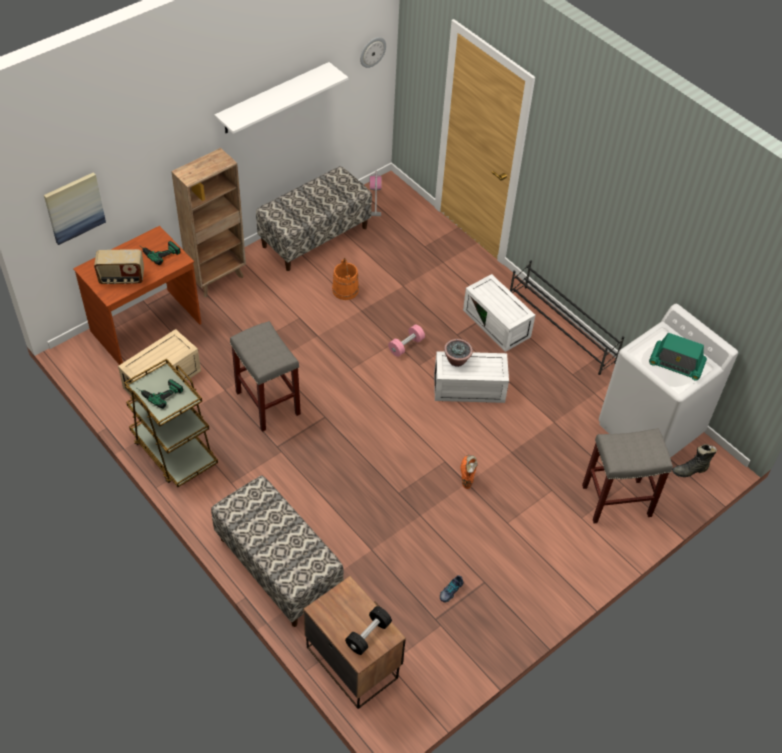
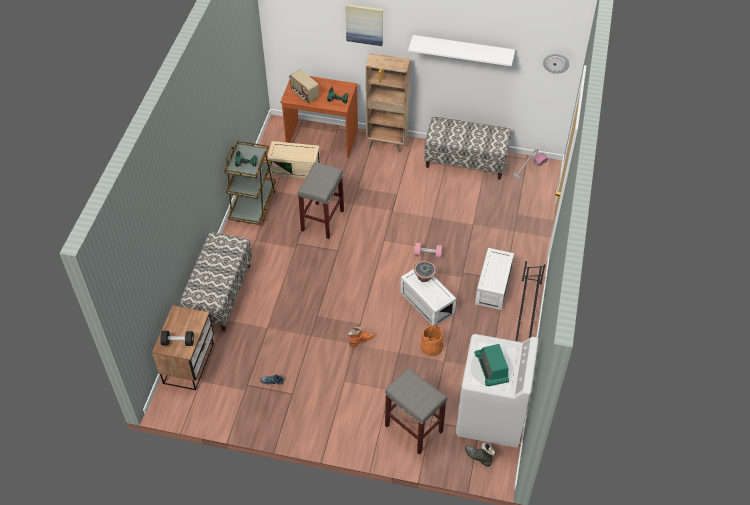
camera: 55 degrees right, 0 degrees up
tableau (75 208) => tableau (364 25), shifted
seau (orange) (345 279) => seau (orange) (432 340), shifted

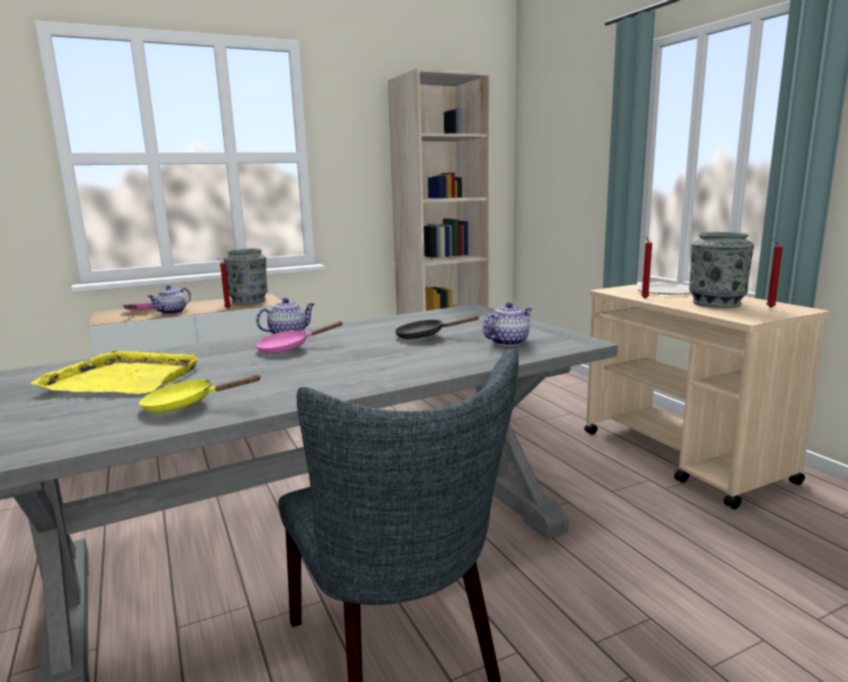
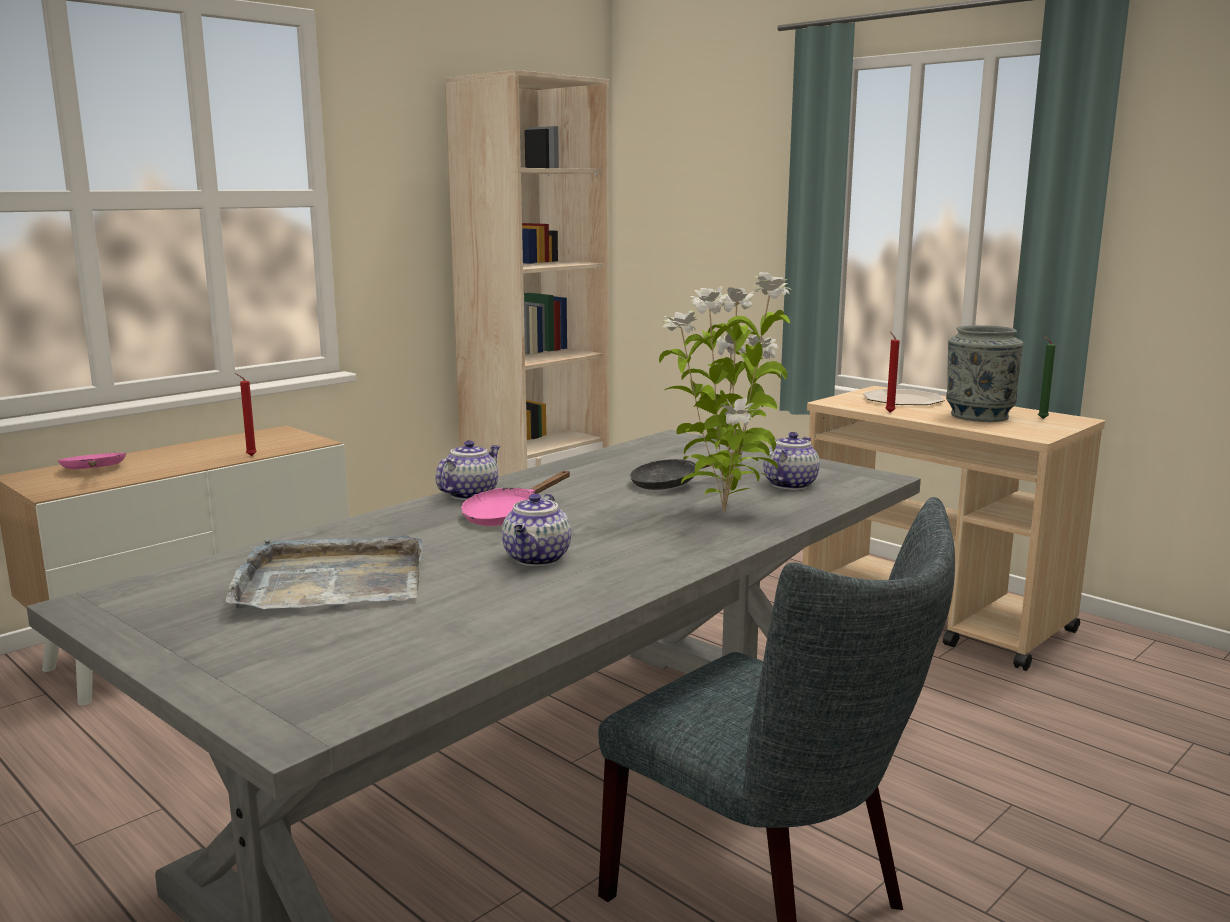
camera: 20 degrees left, 0 degrees up
plateau (jaune) (115 371) => plateau (gris) (324 572)
poêle (jaune) (200 394) => nothing
théière (169 299) => théière (536 529), shifted
vase (gris) (245 276) => nothing
bougie (rouge) (774 273) => bougie (vert) (1047 377)
nothing => plante en pot (724 392)

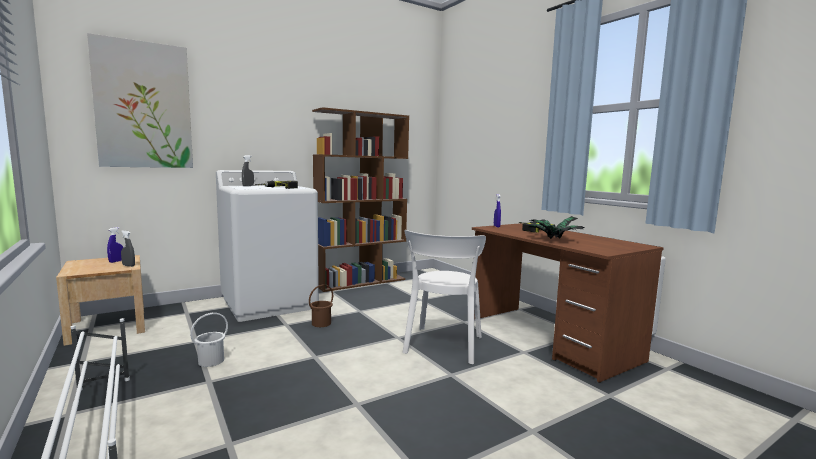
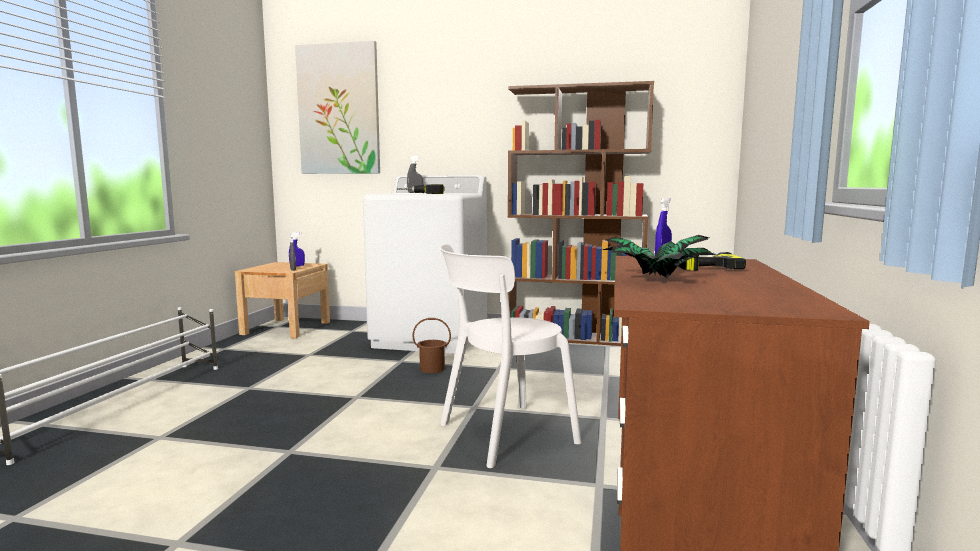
camera: 45 degrees right, 0 degrees up
seau (blanc) (209 340) => nothing

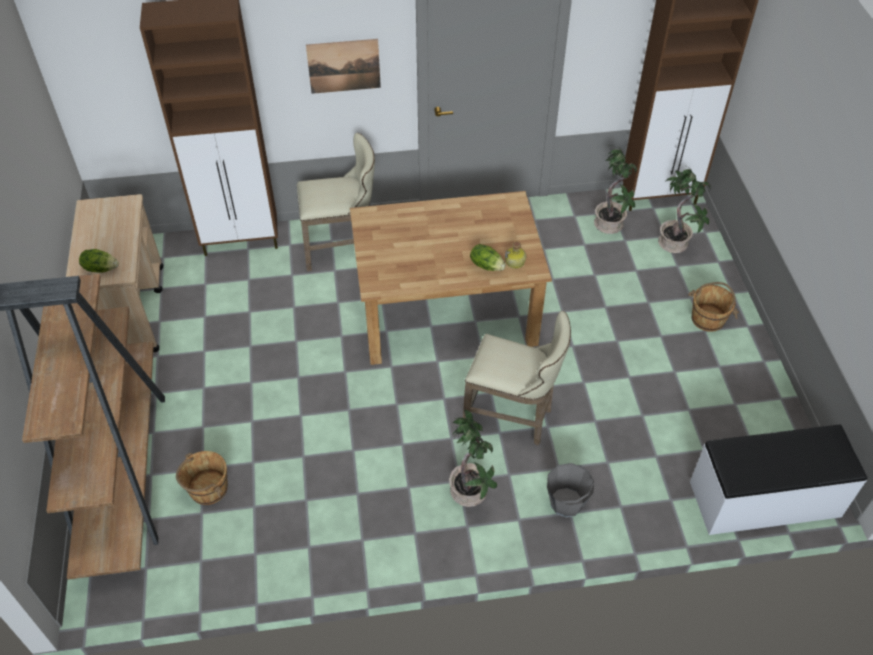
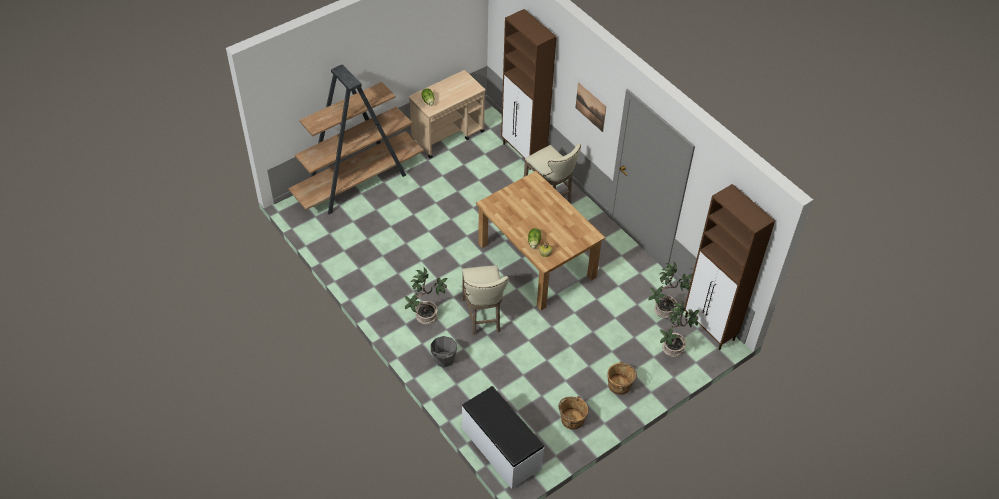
camera: 60 degrees right, 0 degrees up
seau (marron) (202 478) => seau (marron) (573 413), shifted

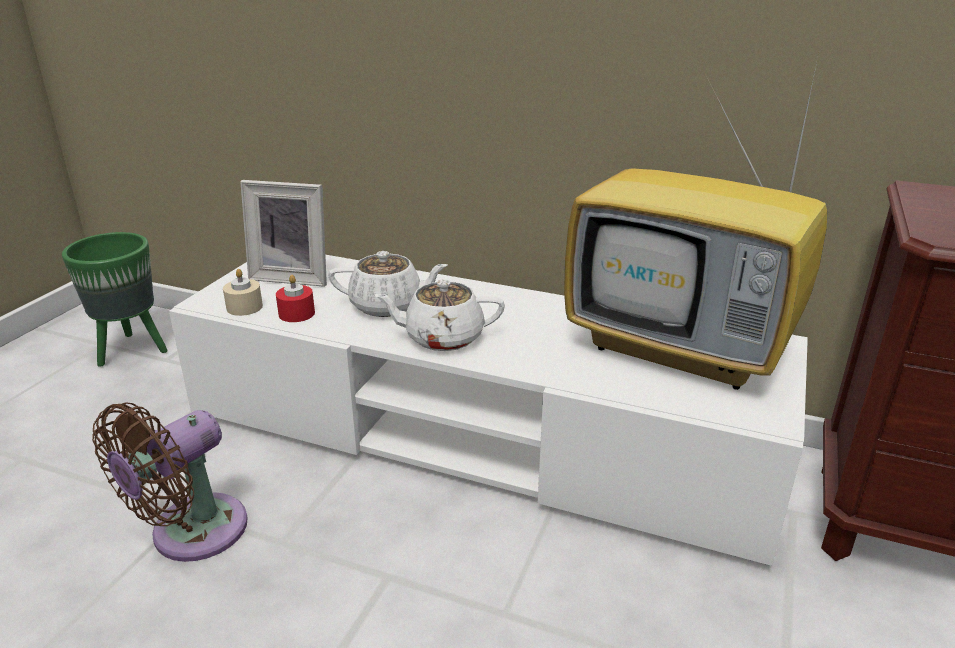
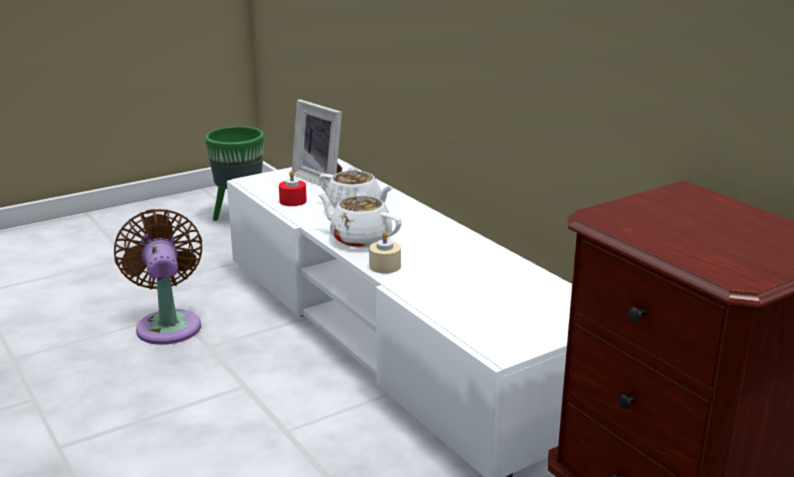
camera: 35 degrees right, 5 degrees down
ventilateur (marron) (170 482) => ventilateur (marron) (158 277), 90 degrees clockwise
bougie (beige) (243 292) => bougie (beige) (385 252), shifted
téléviseur (695 221) => nothing

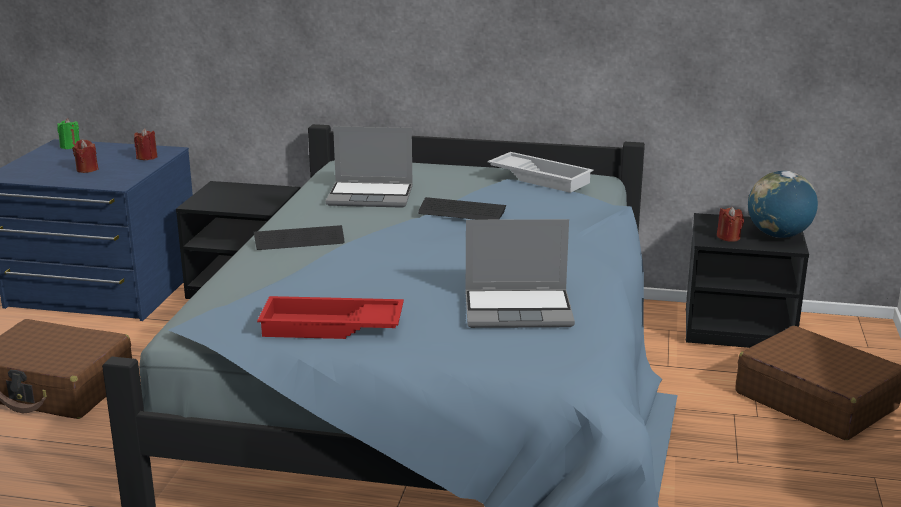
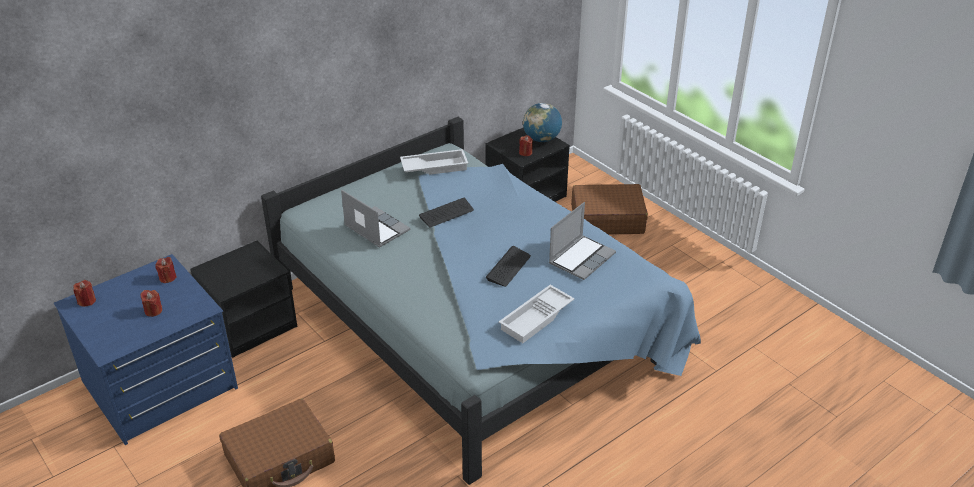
camera: 50 degrees left, 15 degrees up
bougie (vert) (68 133) => bougie (rouge) (84 293)
clavier (299 237) => clavier (508 266), shifted
plateau (rouge) (330 317) => plateau (blanc) (537 314)
ordinateur portable (369 167) => ordinateur portable (375 219), 90 degrees counterclockwise

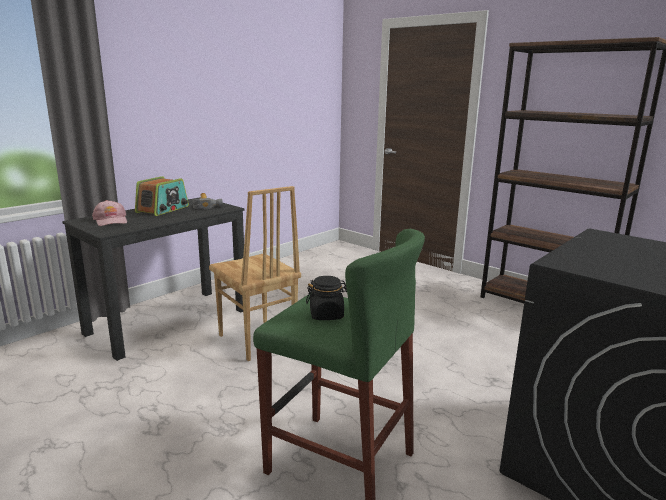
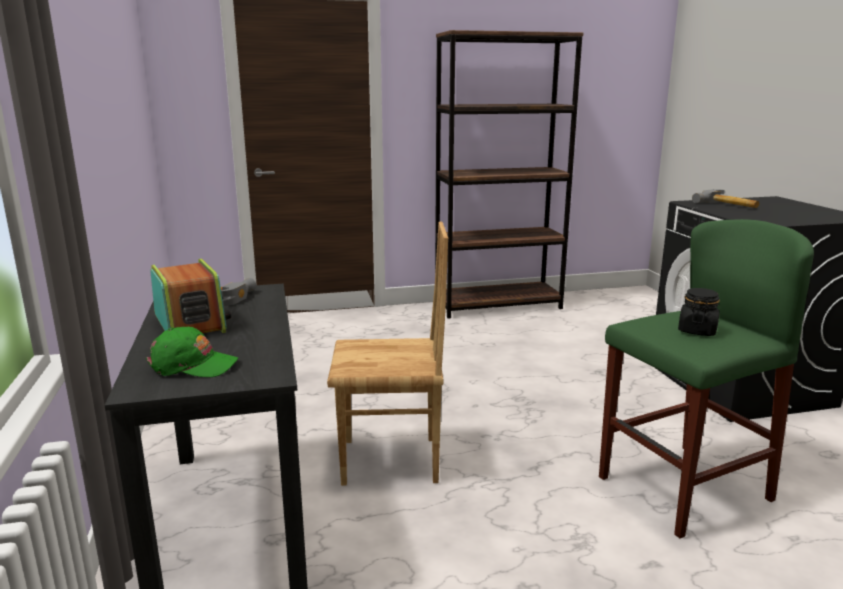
camera: 55 degrees left, 0 degrees up
casquette (rose) (109 213) => casquette (vert) (192 352)
nothing => marteau (726 198)

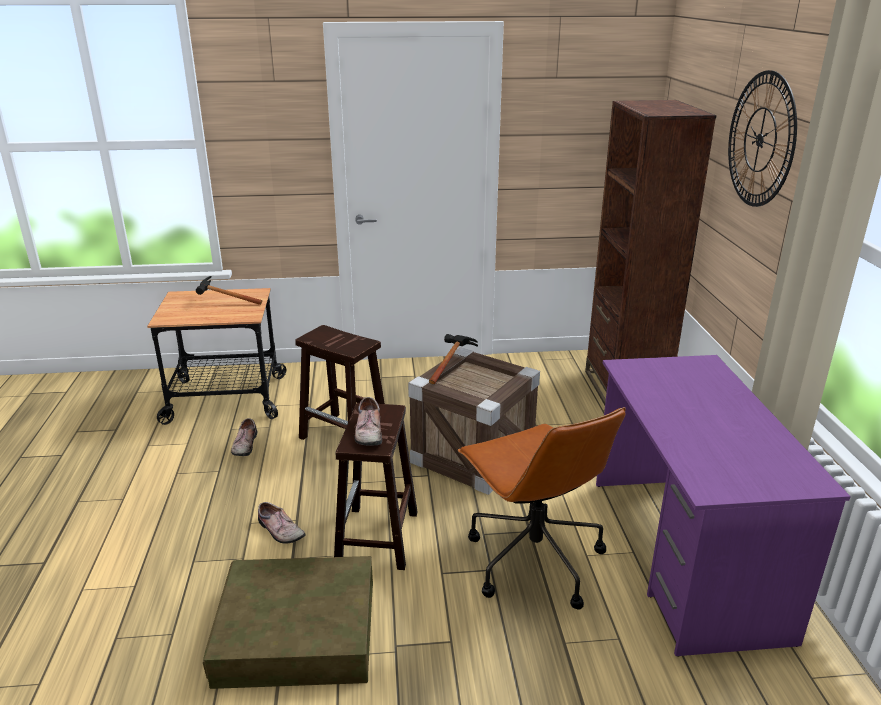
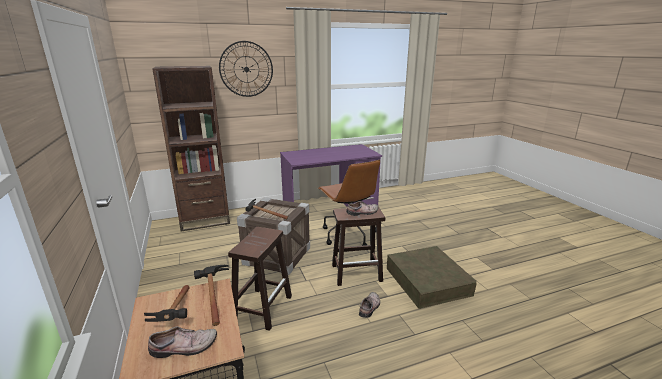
camera: 105 degrees left, 5 degrees down
chaussure (244 437) => chaussure (182 342), shifted
chaise de bureau (marron) (542 508) => chaise de bureau (marron) (349 203), 105 degrees clockwise
nothing => marteau (211 295)

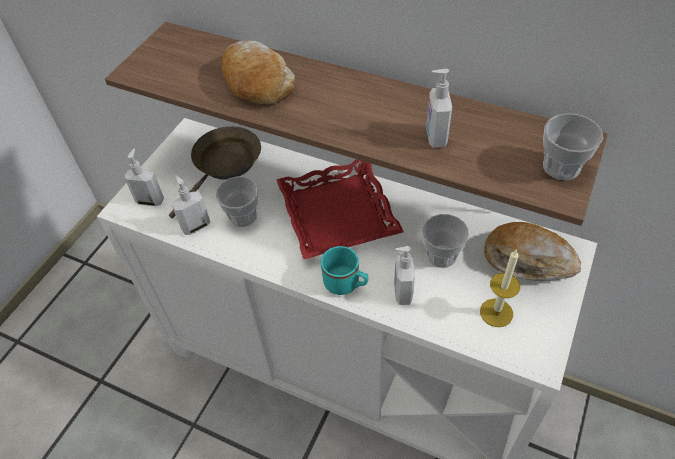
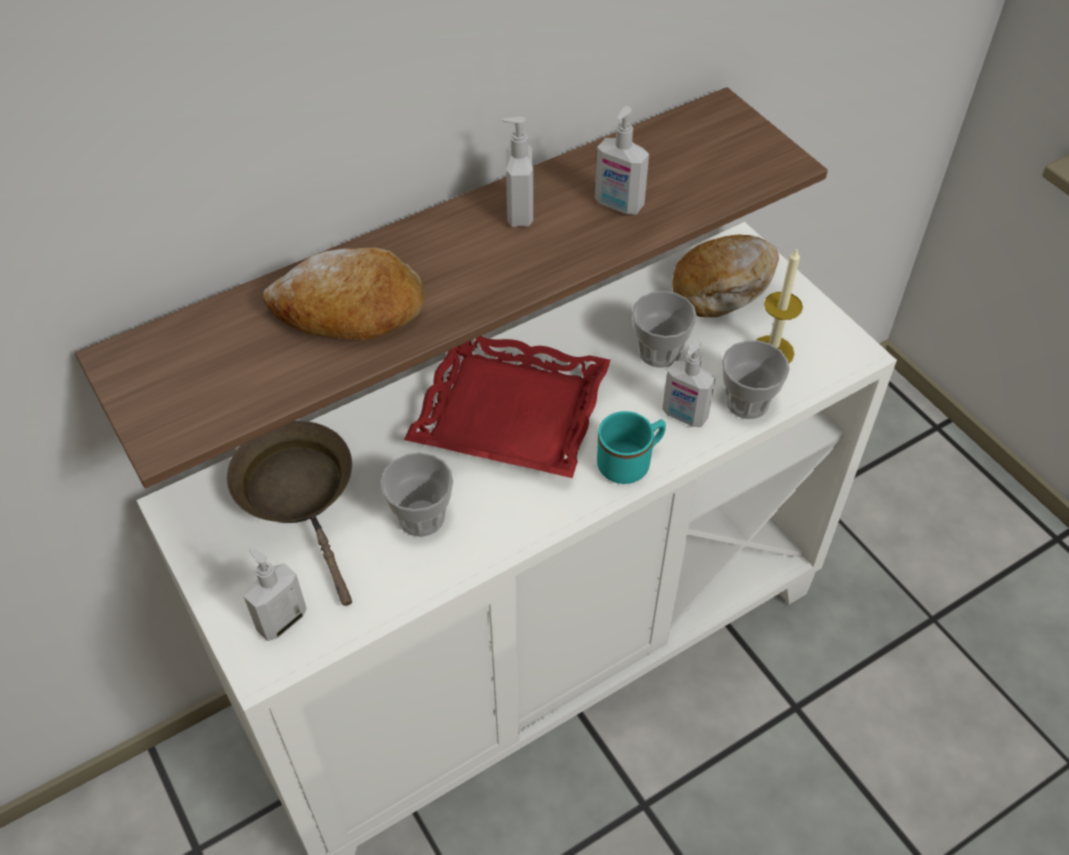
camera: 60 degrees left, 0 degrees up
distributeur de savon (190 205) => distributeur de savon (517 172), shifted
tasse (573 146) => tasse (756 379), shifted

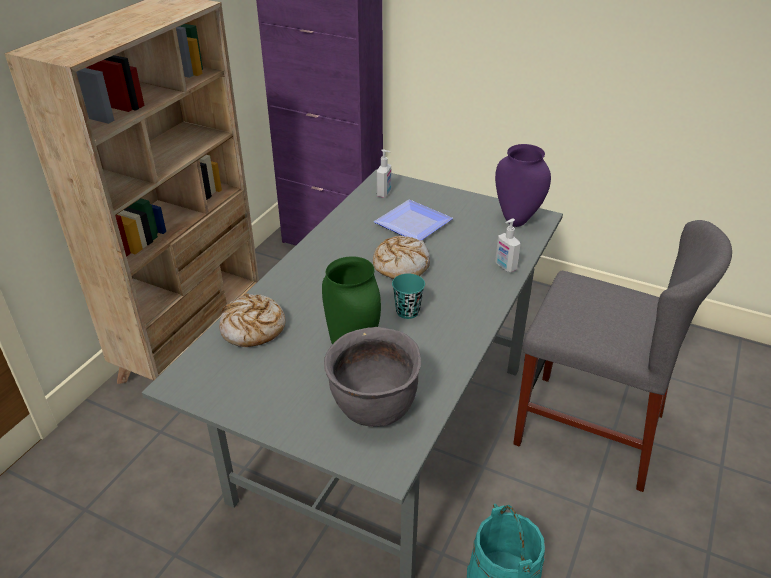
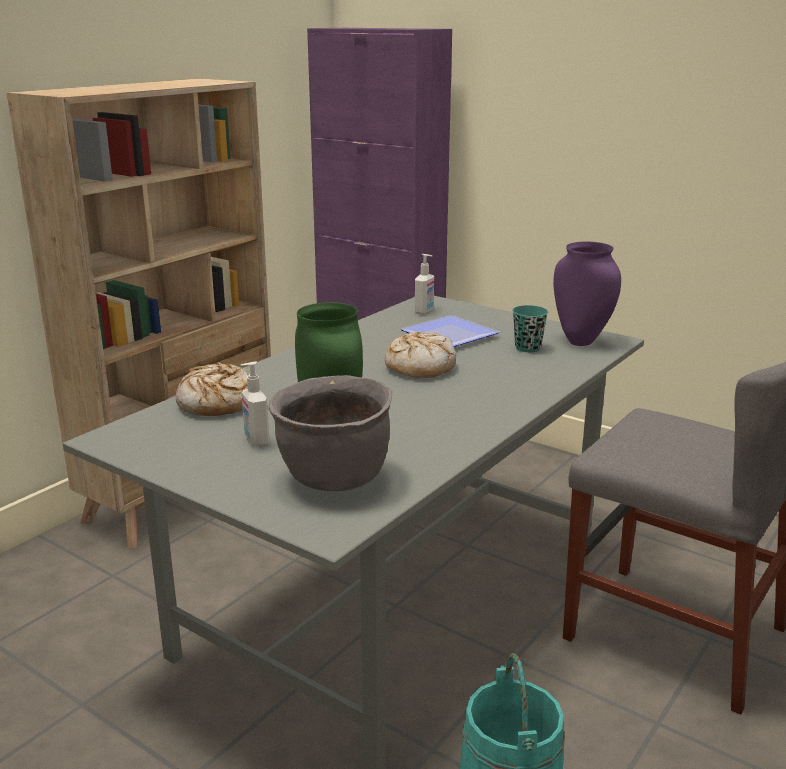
camera: 10 degrees right, 15 degrees down
tasse (turquoise) (408 296) => tasse (turquoise) (530 328), shifted
distributeur de savon (508 245) => distributeur de savon (254 404), shifted

